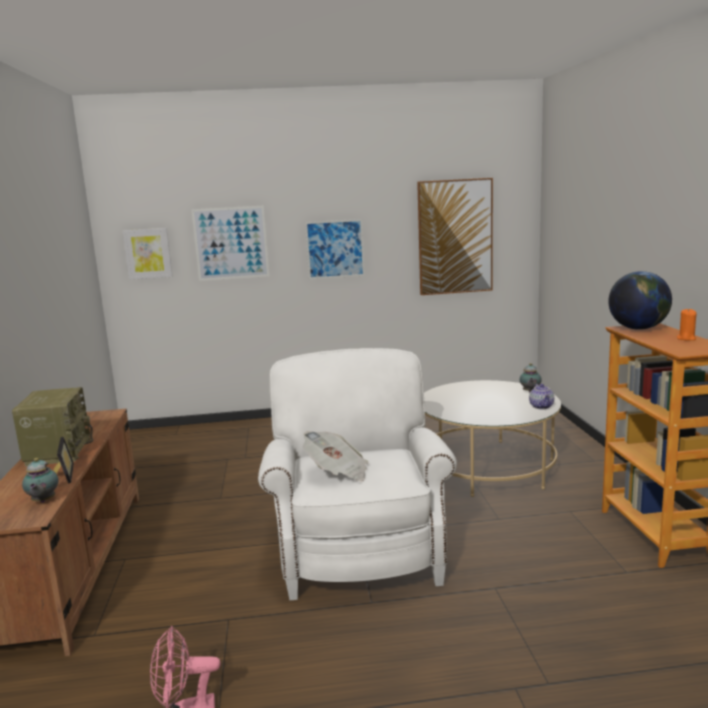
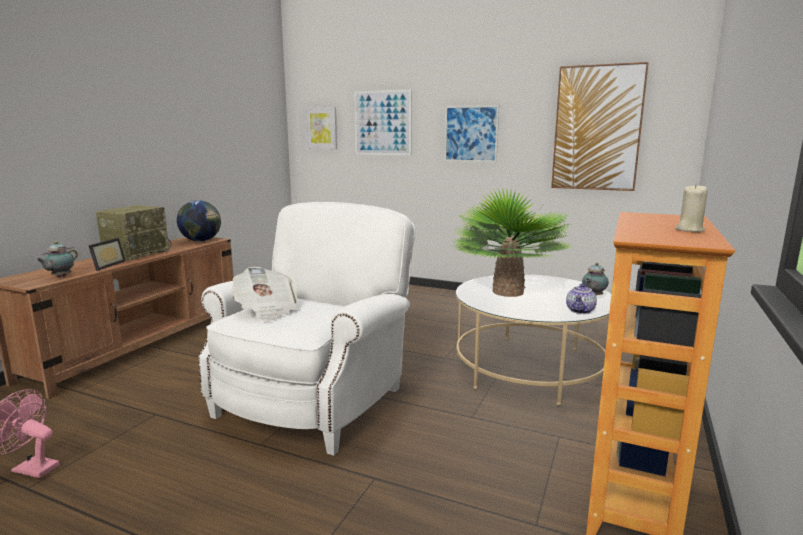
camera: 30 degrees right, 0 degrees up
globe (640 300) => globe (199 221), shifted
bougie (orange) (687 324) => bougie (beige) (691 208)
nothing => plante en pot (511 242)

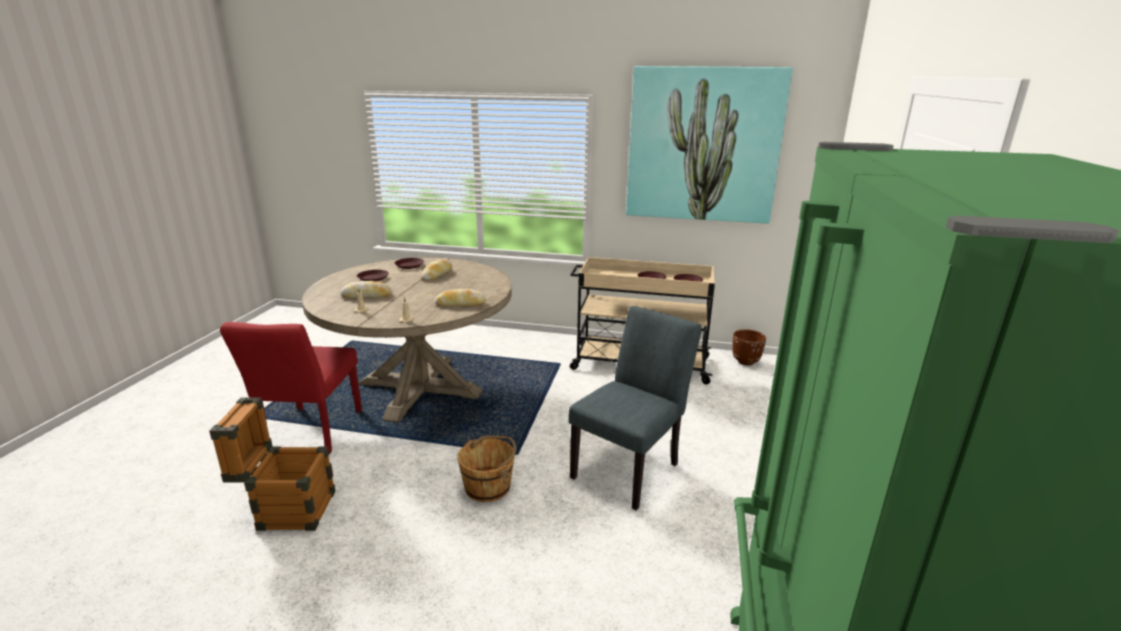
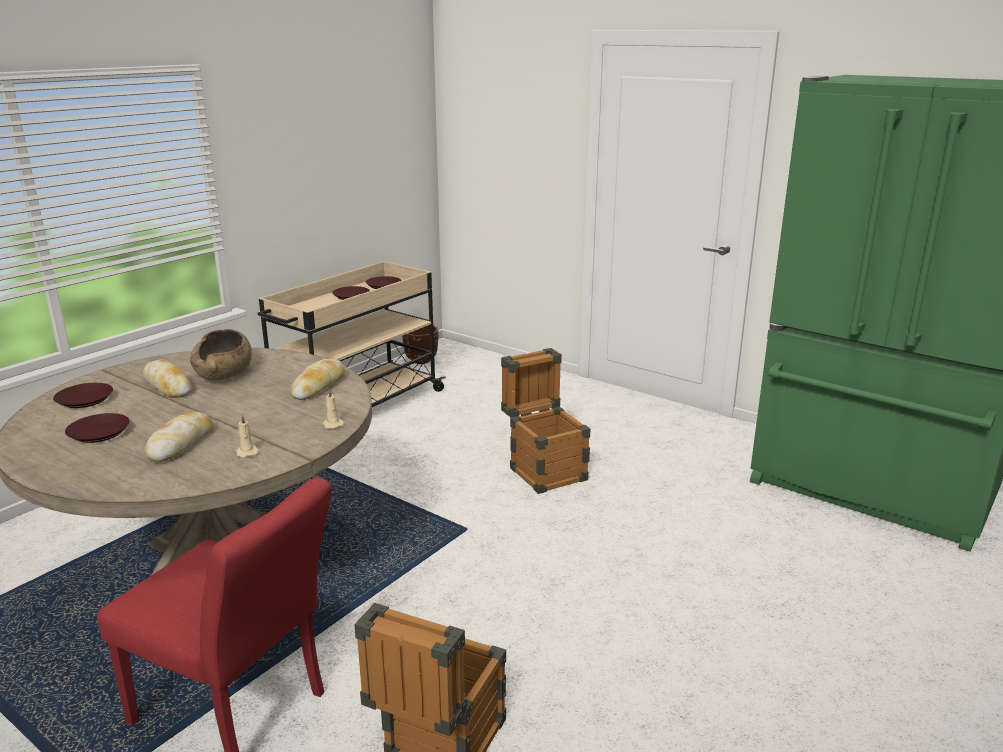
camera: 65 degrees left, 0 degrees up
seau (marron) (486 468) => nothing
chaise (gris) (635 408) => caisse (545 421)
tableau (709 145) => nothing
nothing => bol (marron) (221 354)

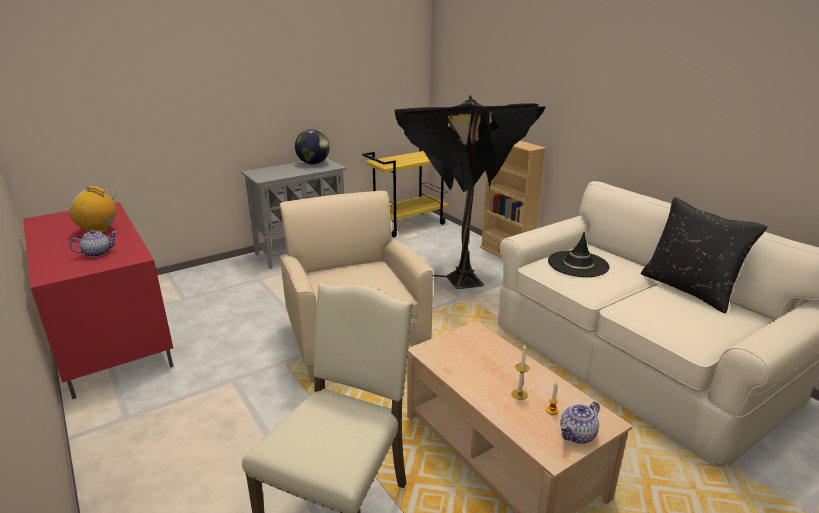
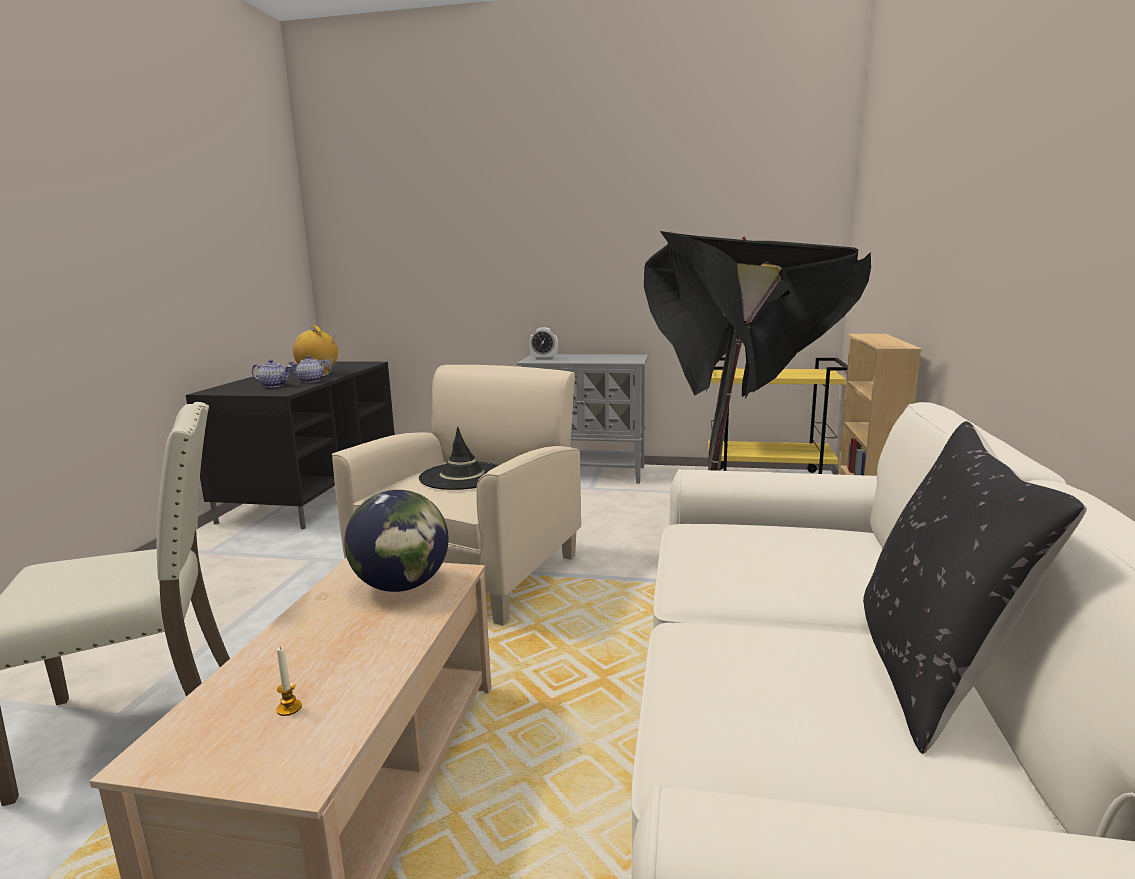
camera: 45 degrees right, 10 degrees down
meuble télé (rouge) (98 300) => meuble télé (noir) (290 445)
globe (312 146) => globe (396 541), shifted
bougie (520 372) => nothing
chapeau (noir) (579 254) => chapeau (noir) (459 458), shifted
théière (579 422) => théière (310 369), shifted
nothing => réveil (543 343)

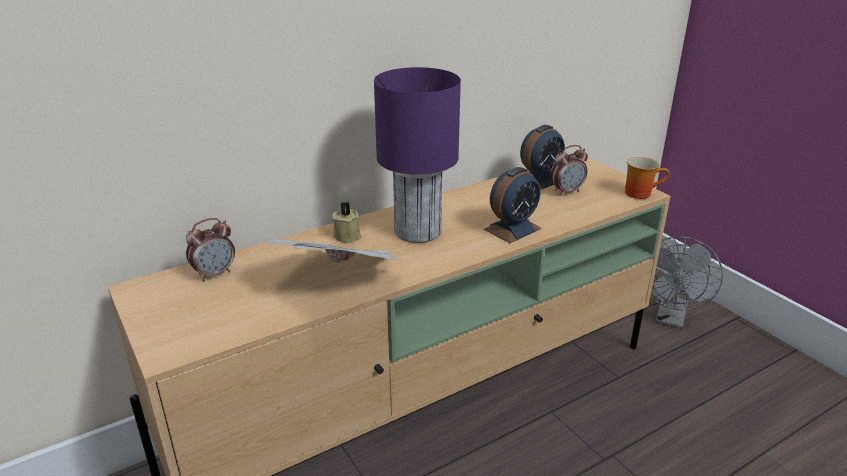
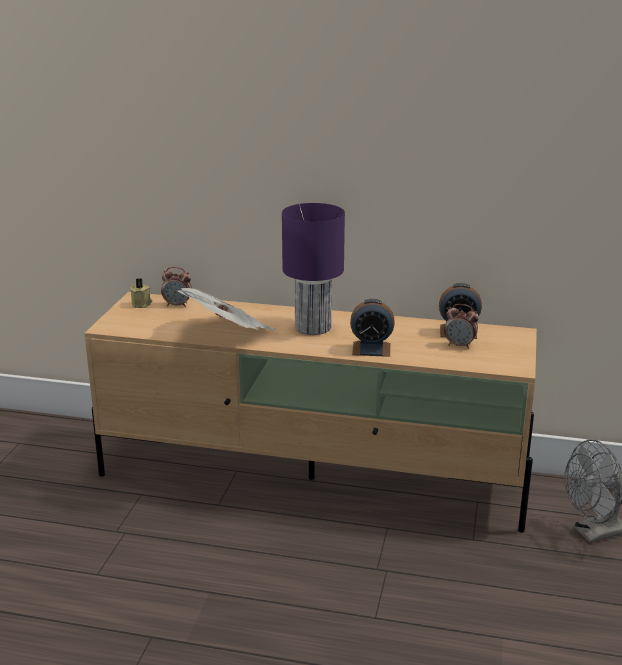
camera: 45 degrees right, 5 degrees down
bougie (beige) (347 222) => bougie (beige) (141 293), shifted
mug (647 178) => nothing

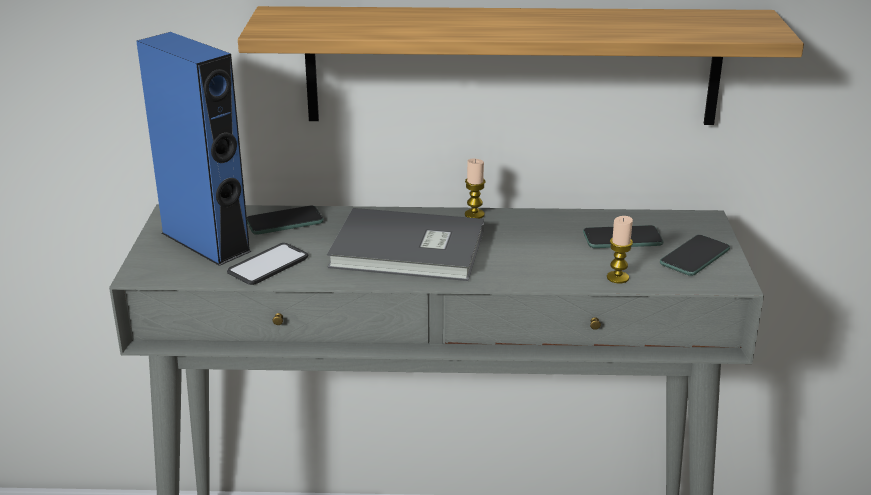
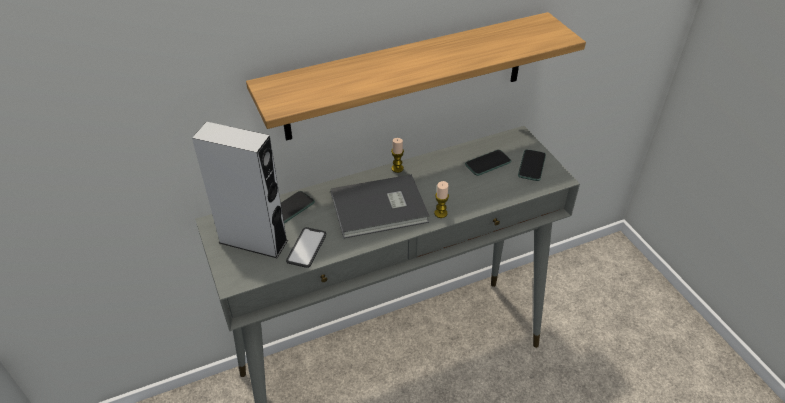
camera: 25 degrees left, 15 degrees up
enceinte (bleu) (194 149) => enceinte (gris) (240 190)
bougie (620 249) => bougie (441 199), shifted

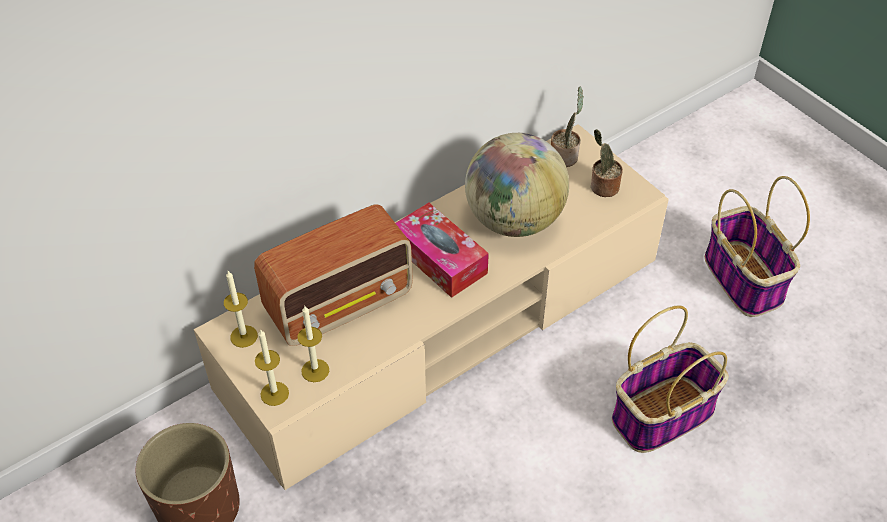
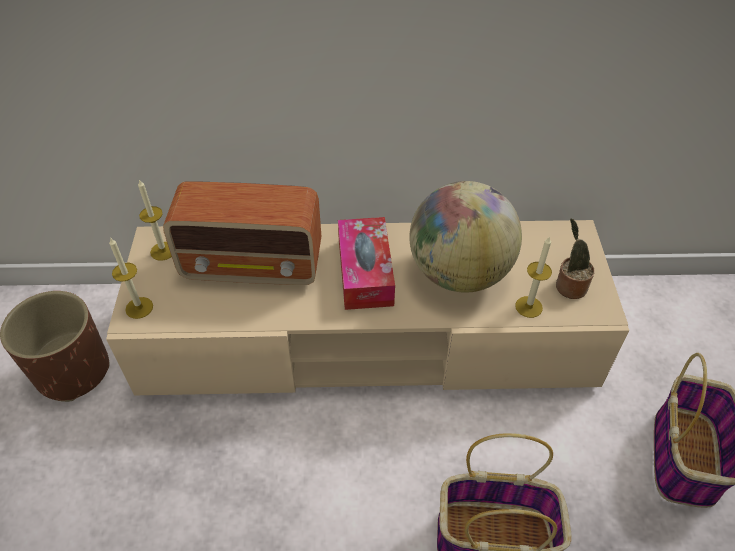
camera: 35 degrees right, 0 degrees up
bougie (313 344) => bougie (533 277), shifted
plante en pot (567 127) => nothing

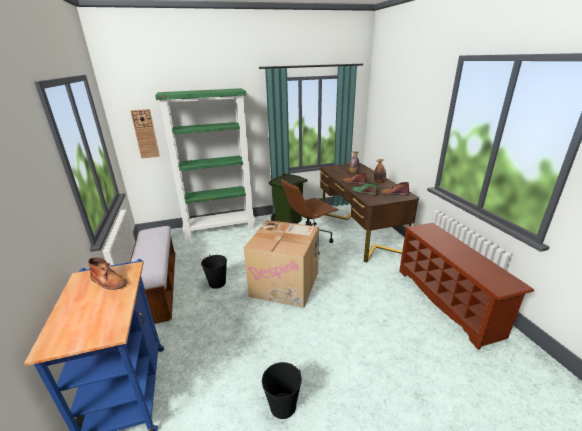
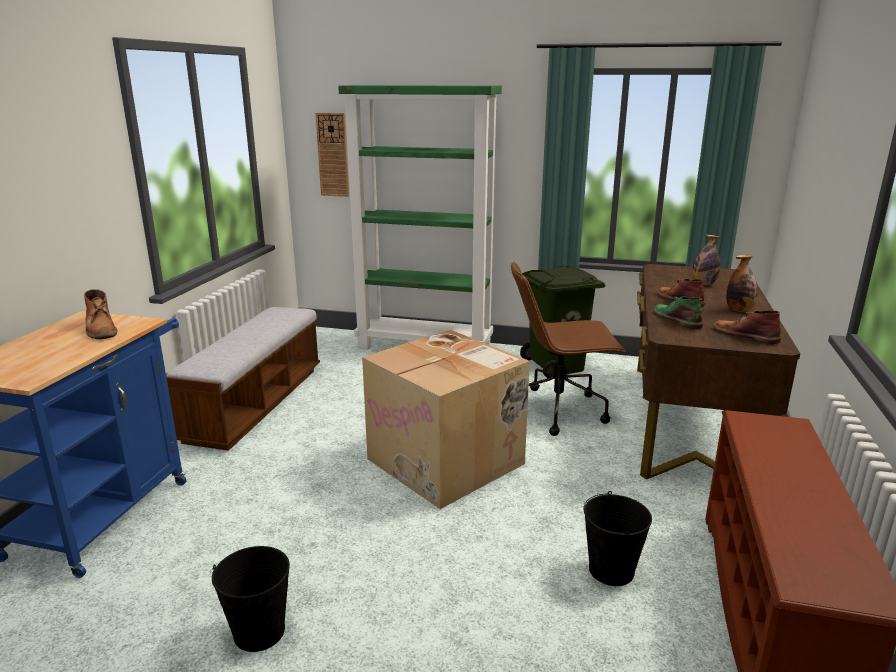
camera: 30 degrees right, 5 degrees down
seau (noir) (214 272) => seau (noir) (617 538), shifted

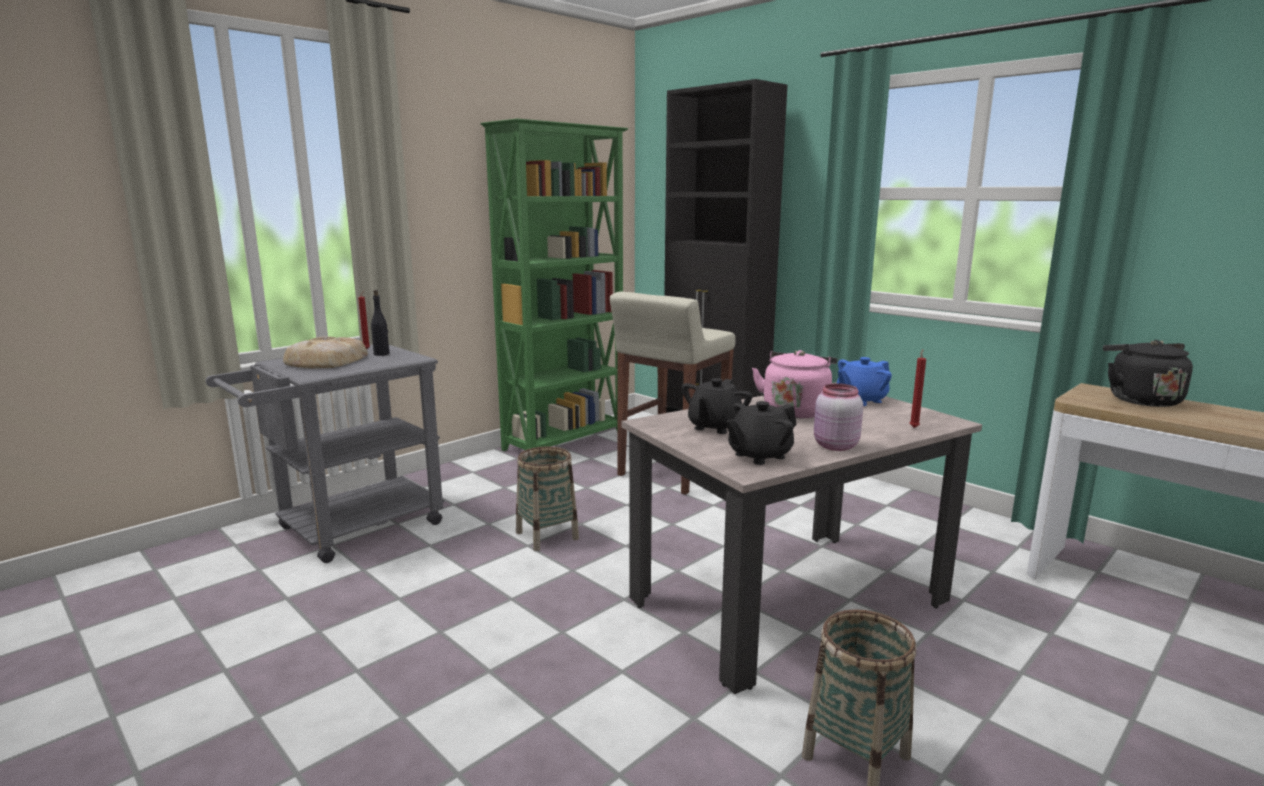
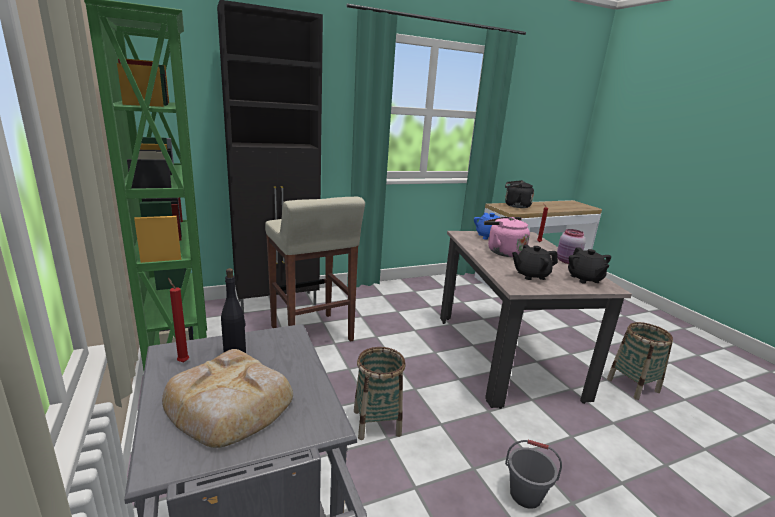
camera: 70 degrees left, 5 degrees up
théière (noir) (716 406) => théière (noir) (535 262), 120 degrees clockwise
nothing => seau (gris) (533 474)

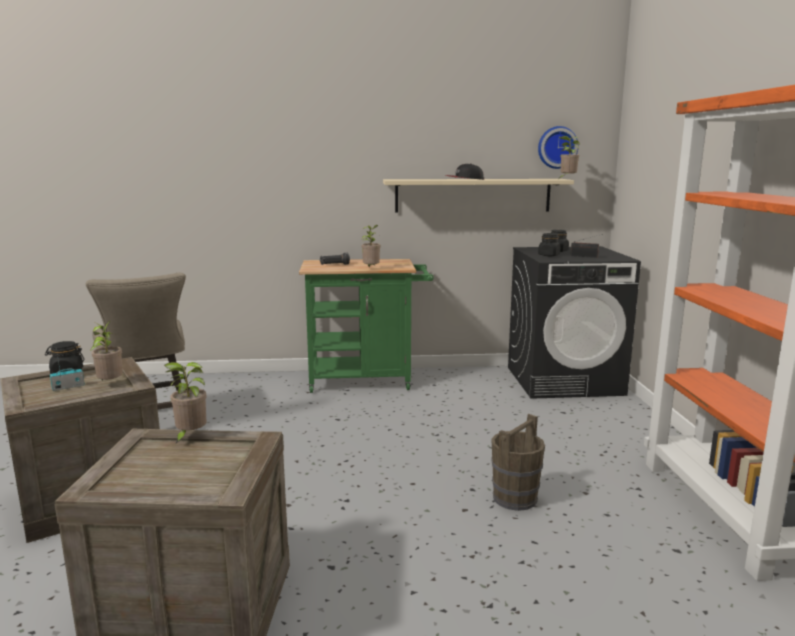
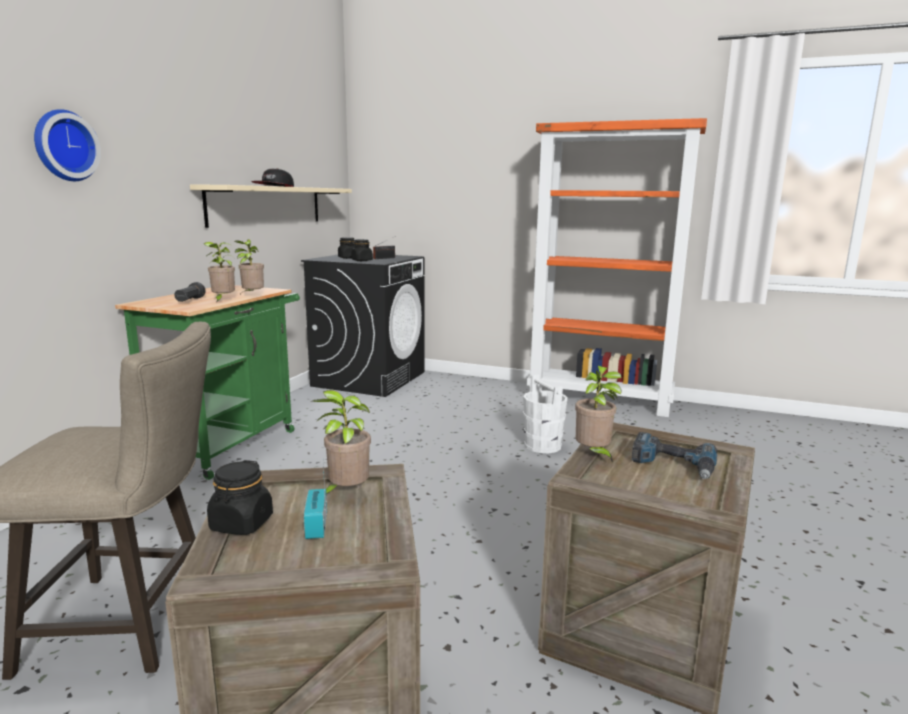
camera: 65 degrees left, 0 degrees up
seau (marron) (518 462) => seau (blanc) (545 414)
horloge murale (558 147) => horloge murale (67 145), shifted
plante en pot (569 157) => plante en pot (219 272), shifted
nothing => perceuse (674 455)

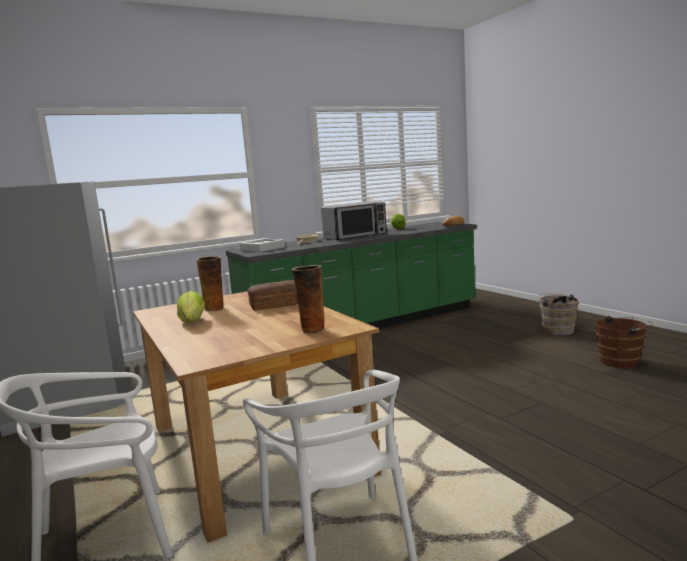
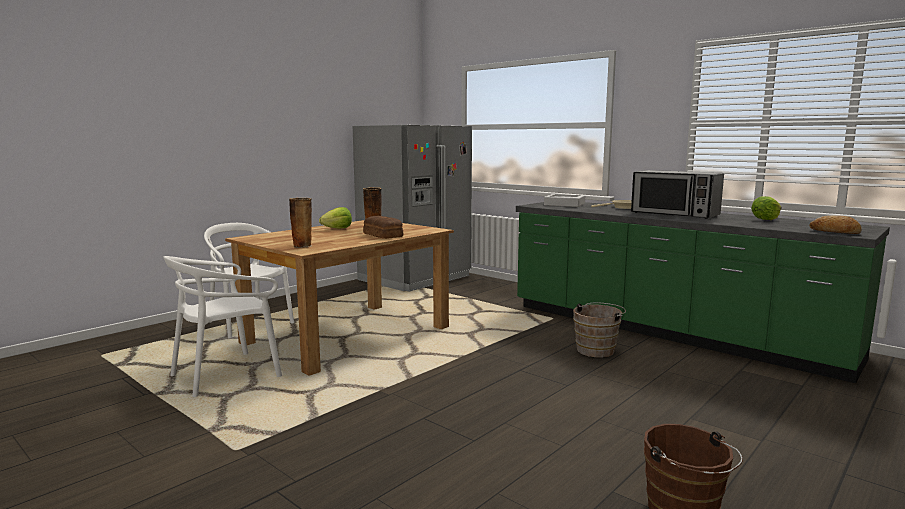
camera: 70 degrees right, 0 degrees up
seau (marron) (557 315) => seau (marron) (599 330), shifted

